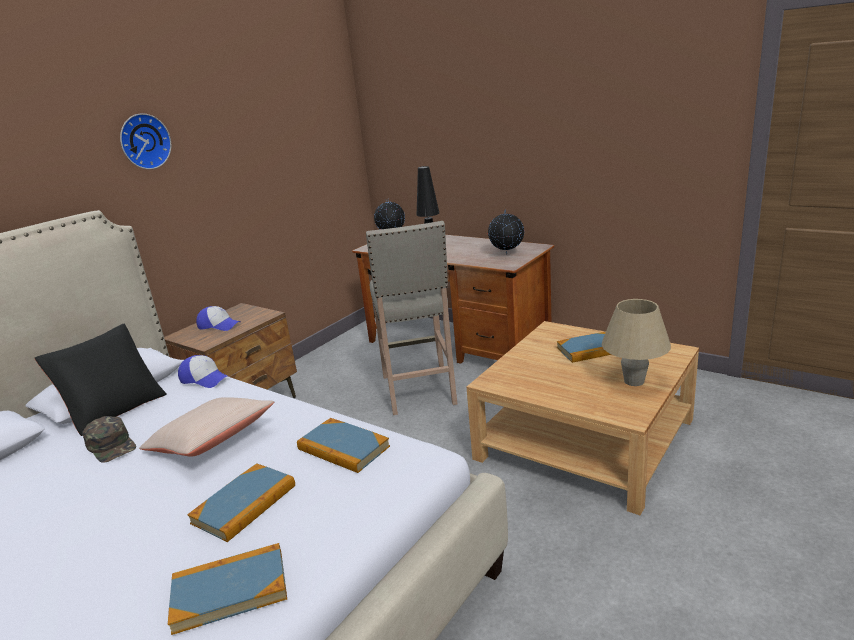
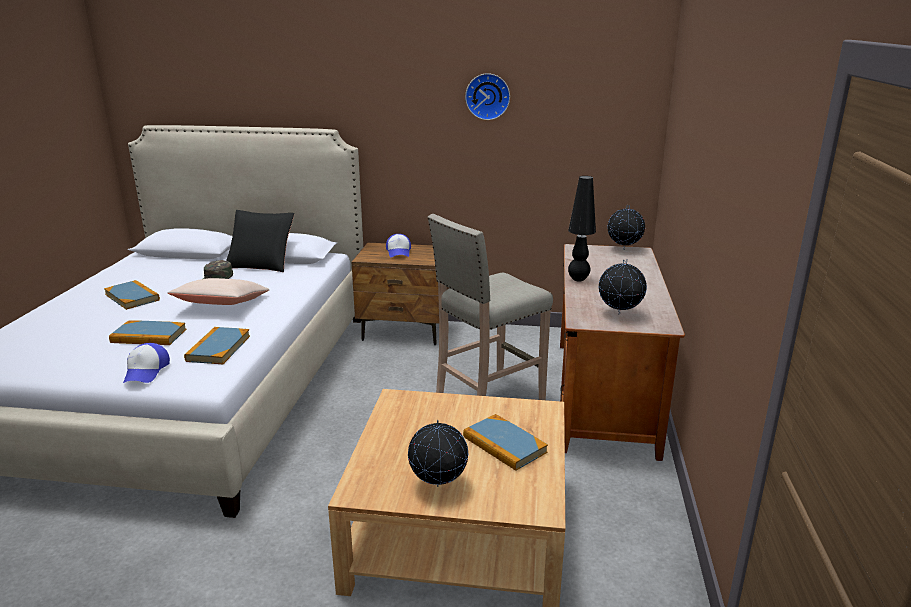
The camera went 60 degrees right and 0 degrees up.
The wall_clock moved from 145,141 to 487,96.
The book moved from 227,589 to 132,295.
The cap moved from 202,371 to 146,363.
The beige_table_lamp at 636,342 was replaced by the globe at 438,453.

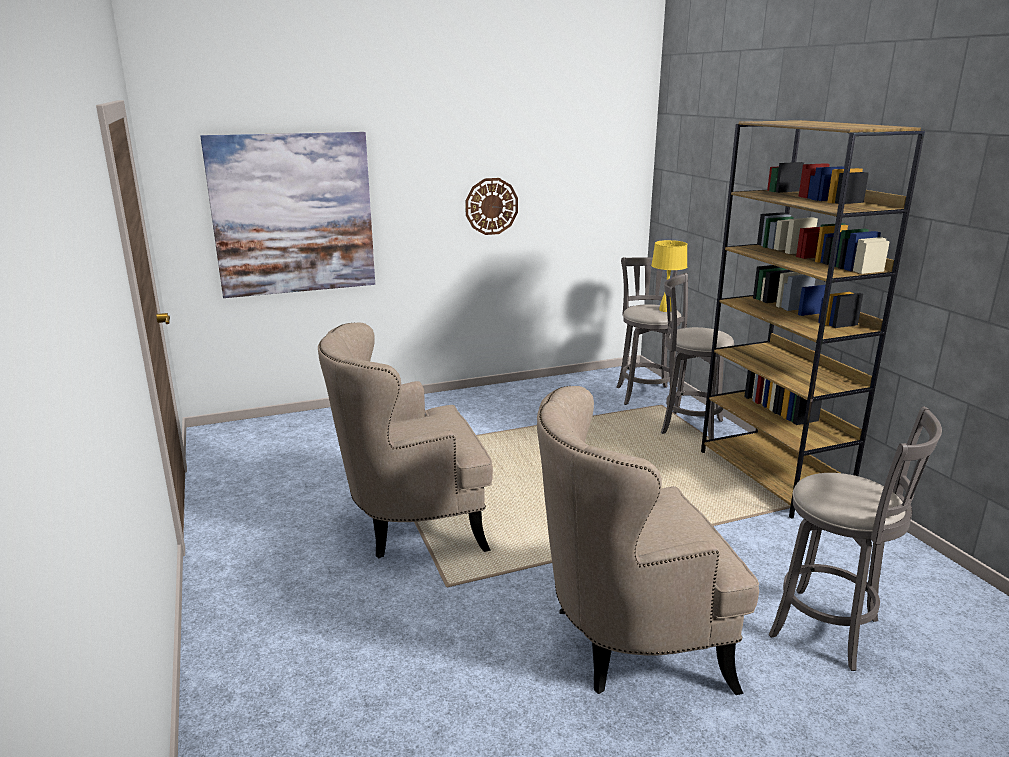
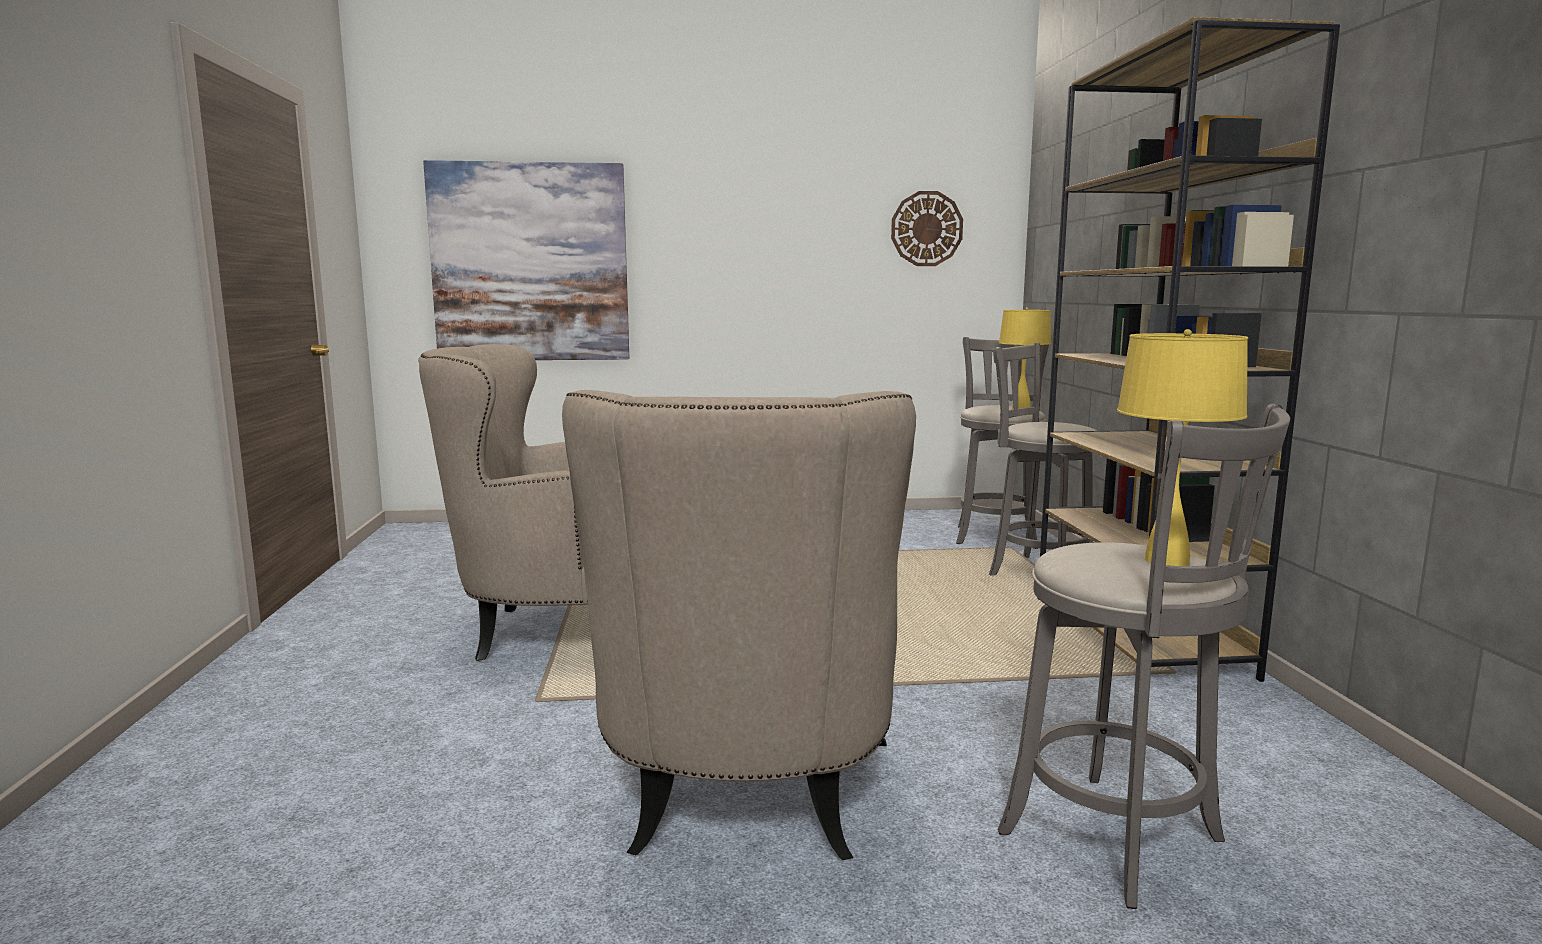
The camera went 15 degrees right and 10 degrees down.
The wall_clock moved from 491,206 to 927,228.
The beige_armchair at 648,540 turned 90 degrees counterclockwise.
The yellow_table_lamp at 1182,447 appeared.

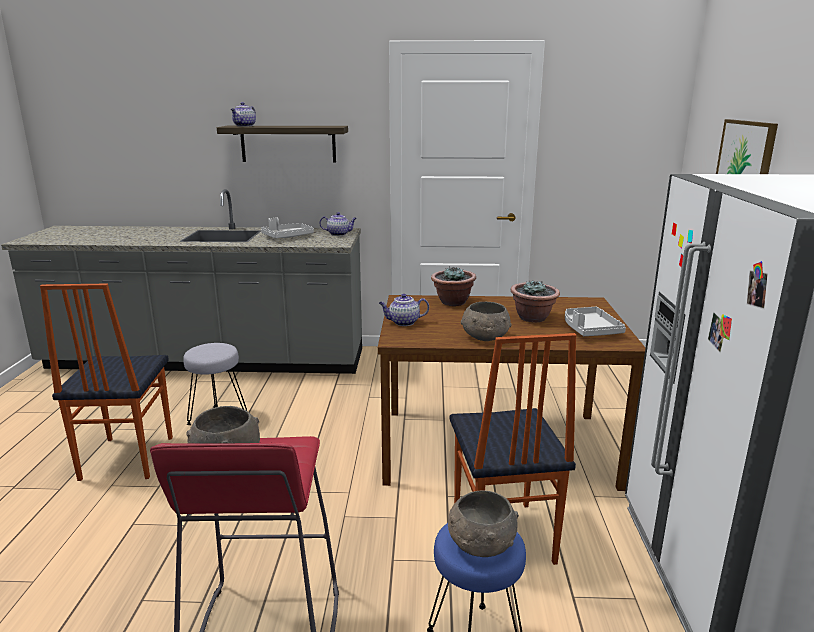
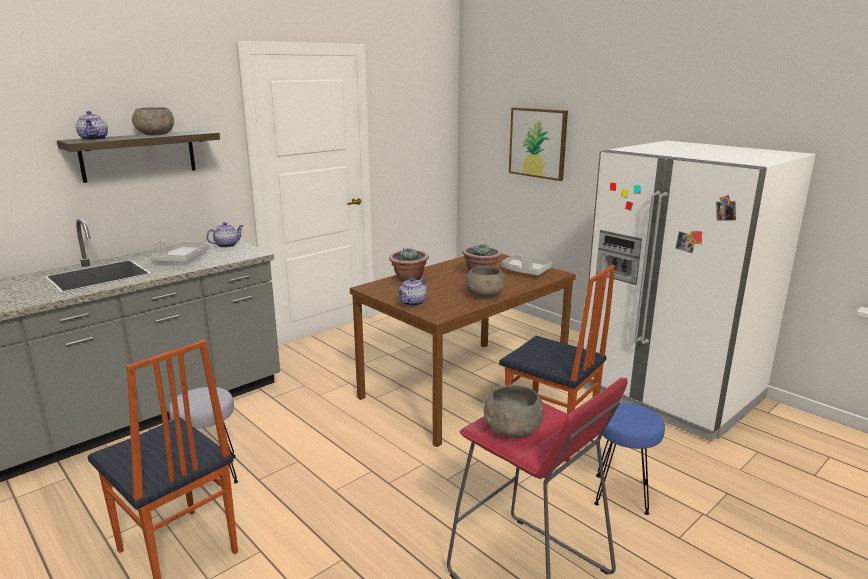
The camera went 45 degrees left and 0 degrees up.
The grey_bowl moved from 483,523 to 153,121.

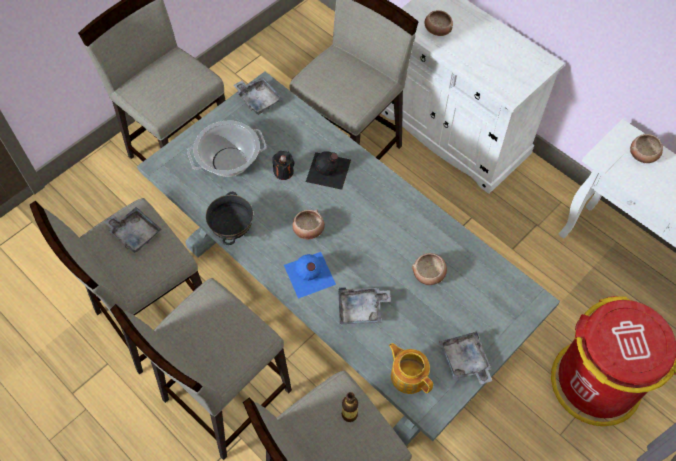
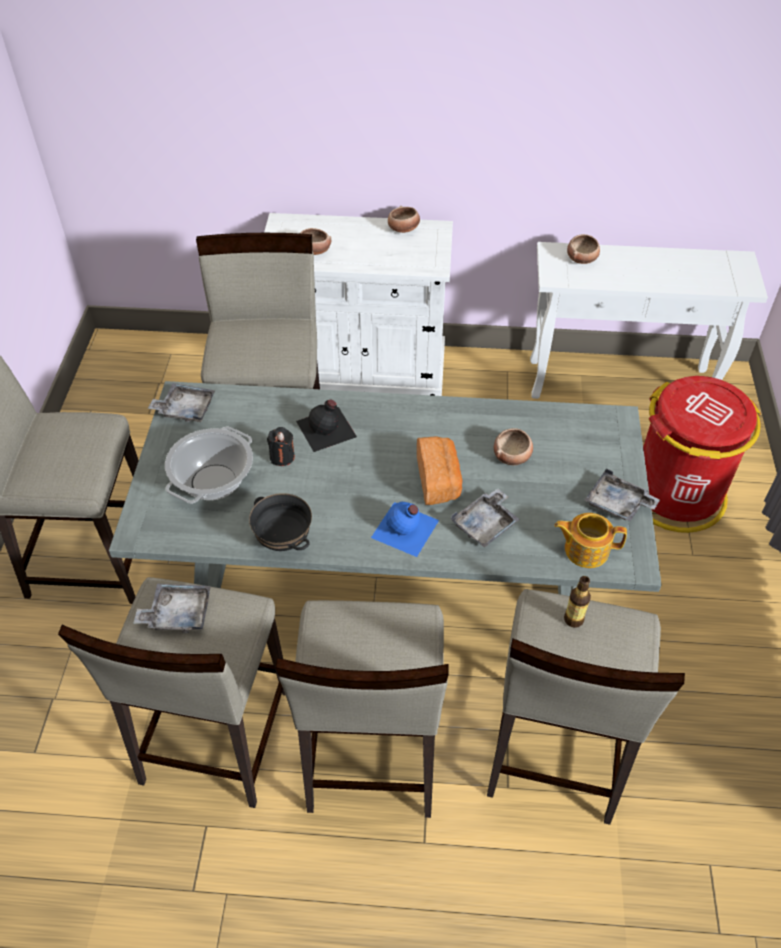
The camera went 40 degrees left and 10 degrees down.
The bowl moved from 309,224 to 404,219.
The bread at 439,470 appeared.

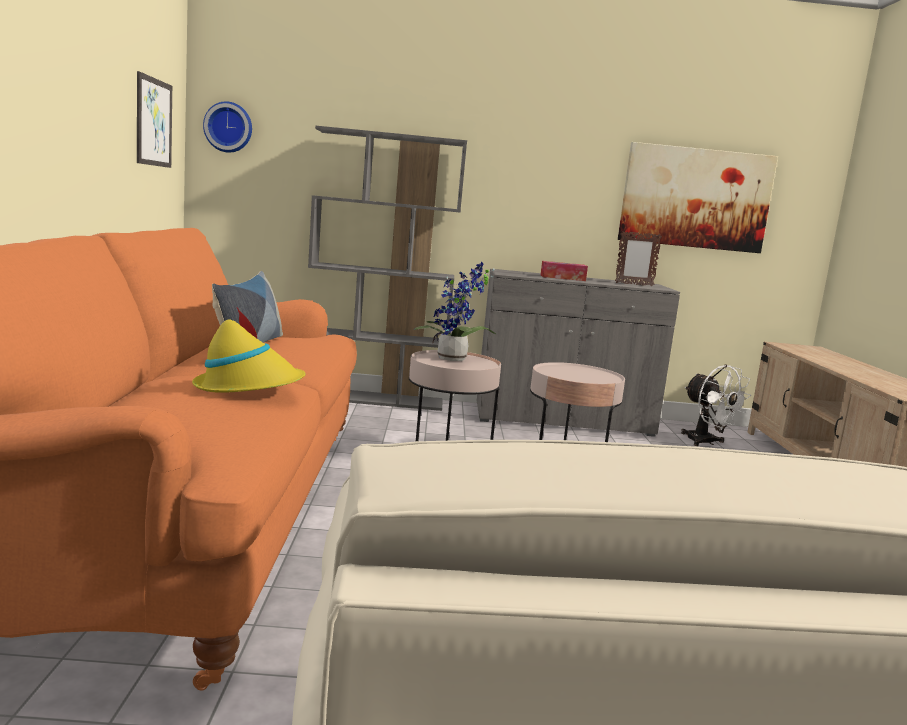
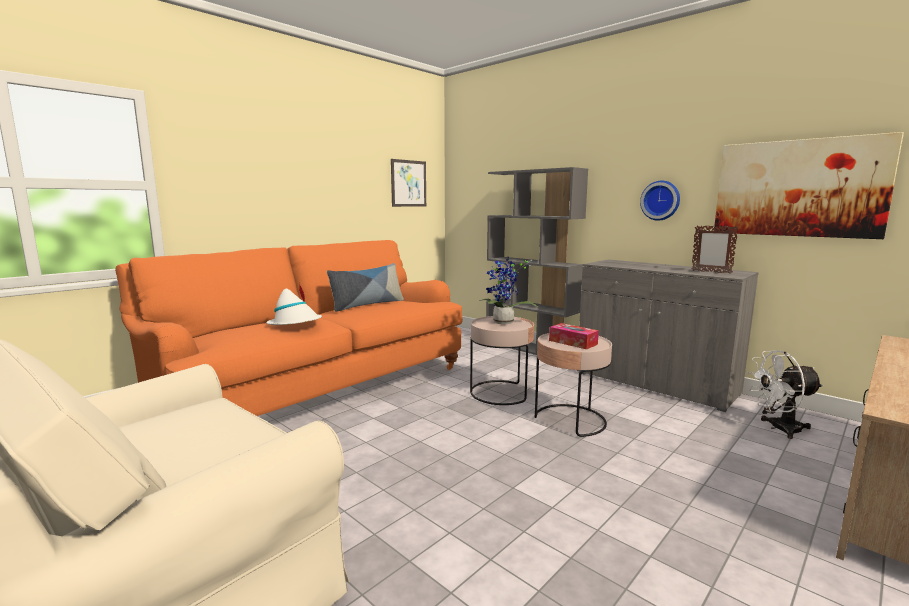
The camera went 45 degrees right and 0 degrees up.
The yellow_hat at 249,350 became the white_hat at 294,304.
The wall_clock moved from 227,127 to 660,201.
The tissue_box moved from 564,271 to 574,336.
The white_fan at 716,405 turned 75 degrees clockwise.

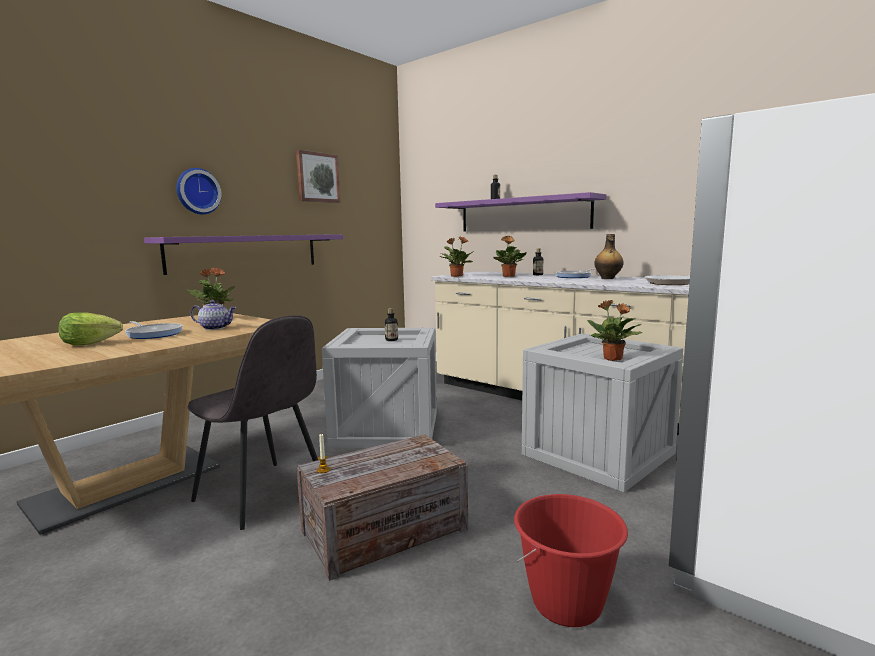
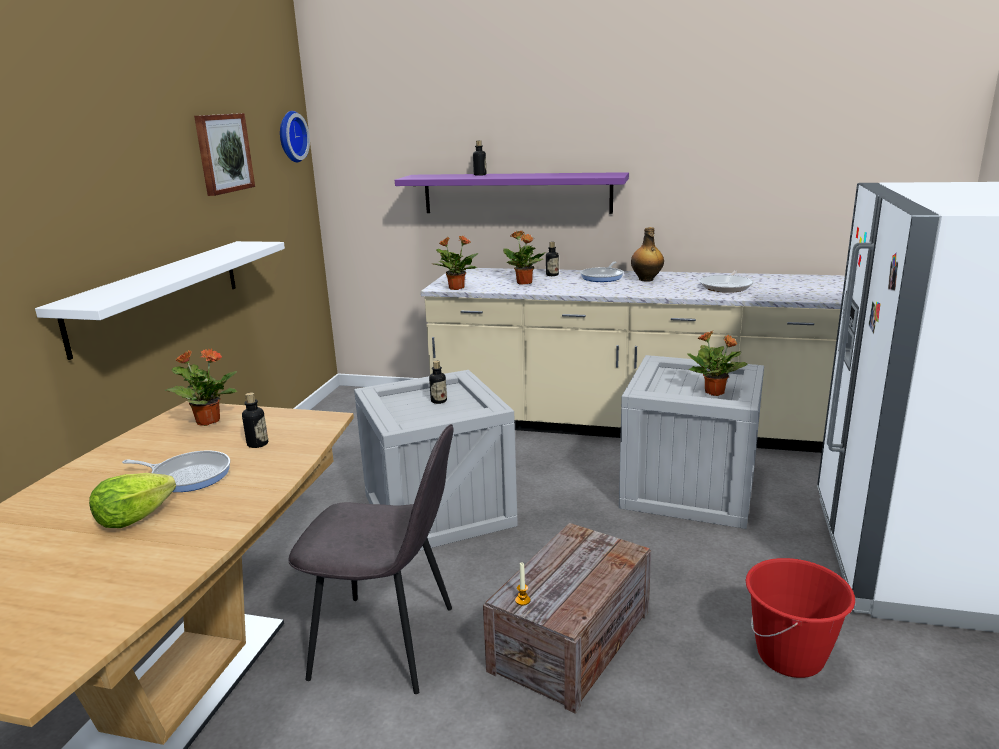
The camera went 25 degrees left and 10 degrees up.
The purple_shelf at 243,254 became the white_shelf at 160,300.
The wall_clock moved from 199,191 to 295,136.
The teapot at 213,315 was replaced by the bottle at 255,420.

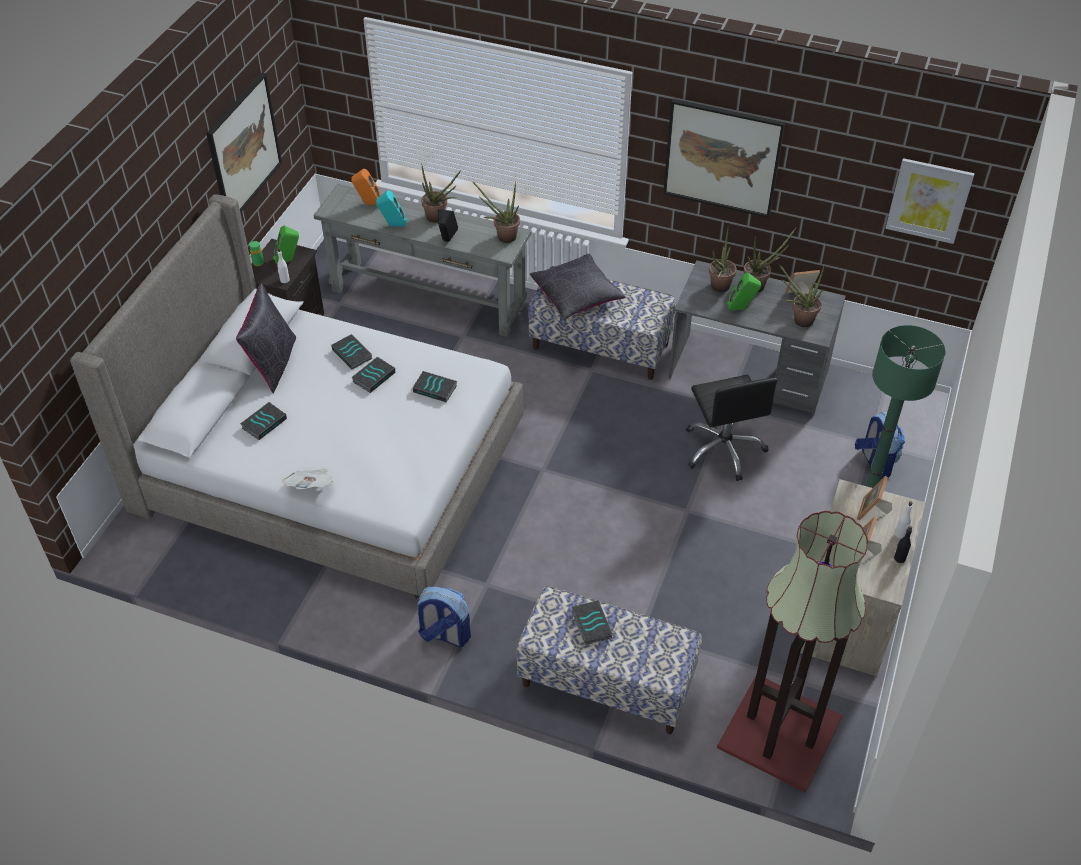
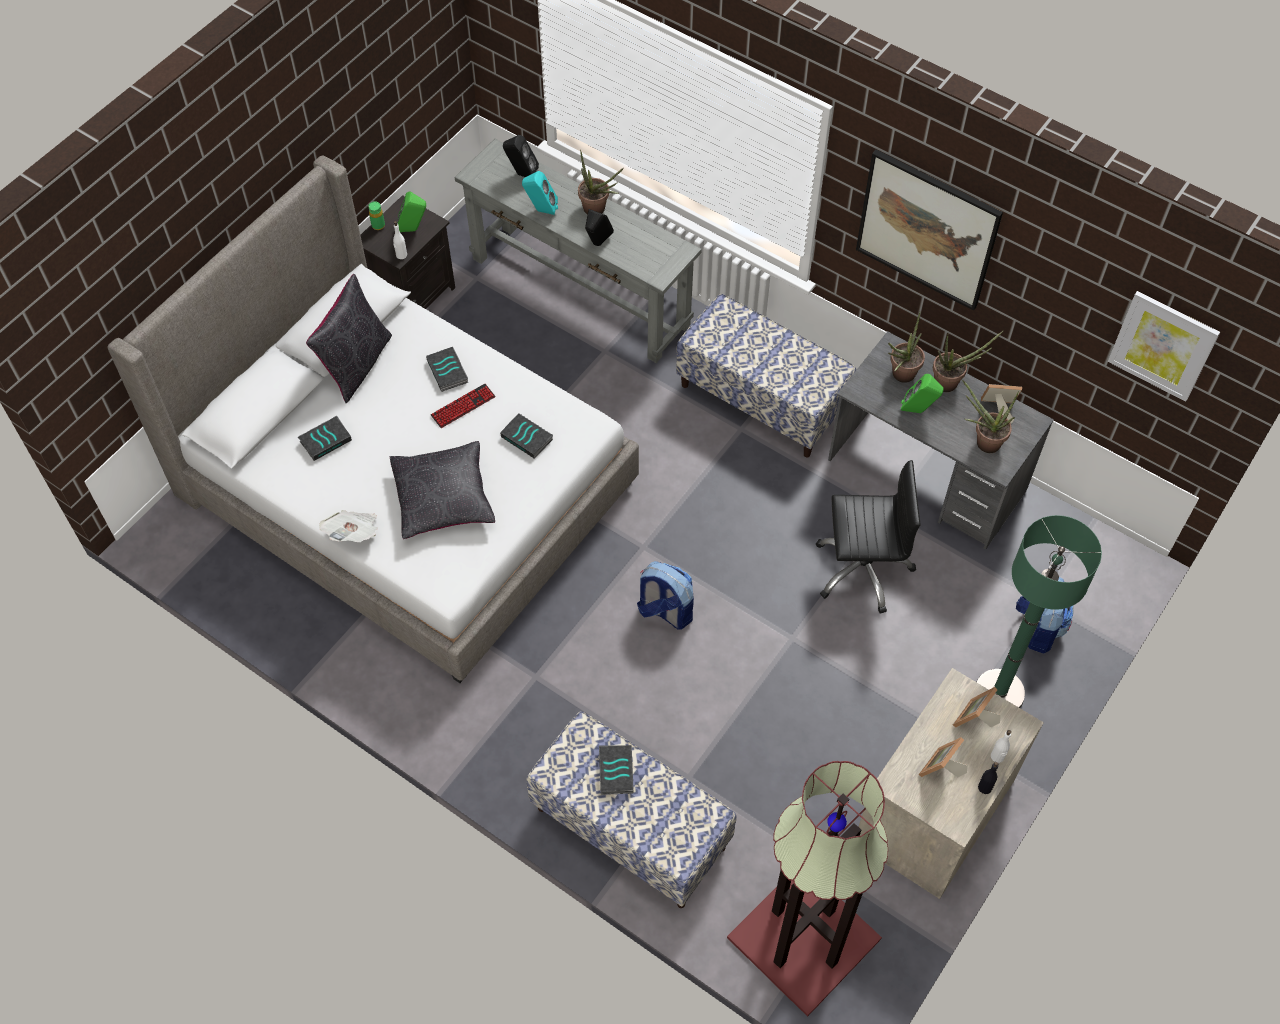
The camera went 15 degrees right and 10 degrees up.
The picture at 244,143 disappeared.
The orange_speaker at 366,187 became the black_speaker at 521,156.
The book at 373,375 was replaced by the keyboard at 463,406.
The backpack moved from 443,617 to 665,595.
The potted_plant at 496,212 disappeared.
The black_pillow moved from 577,286 to 442,490.
The black_office_chair at 732,428 turned 90 degrees counterclockwise.

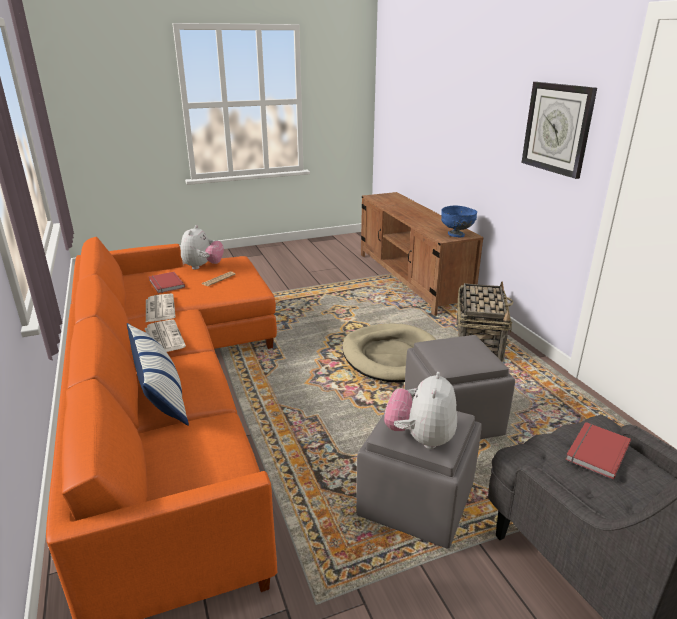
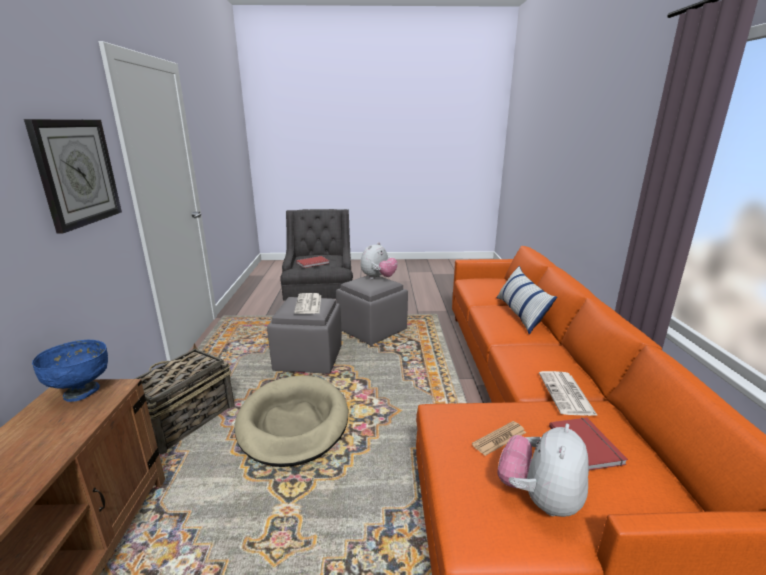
The camera went 160 degrees left and 5 degrees down.
The newspaper moved from 165,335 to 307,303.

